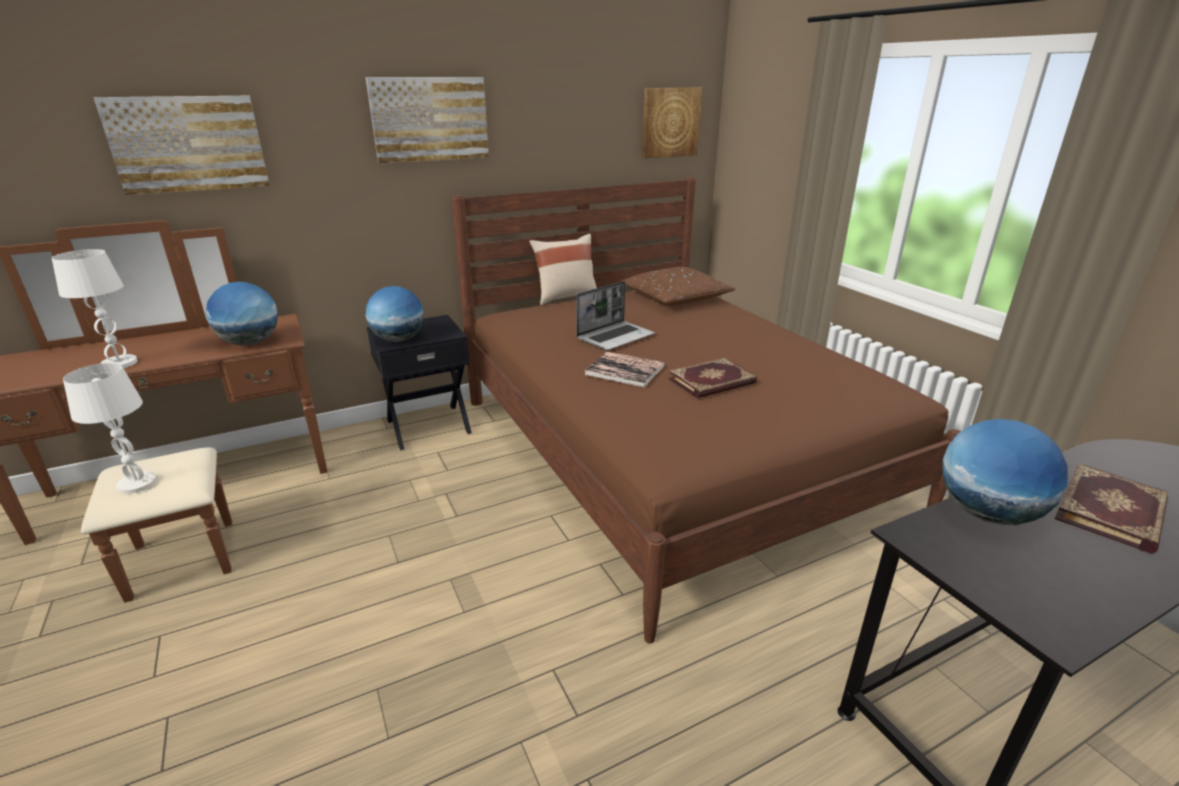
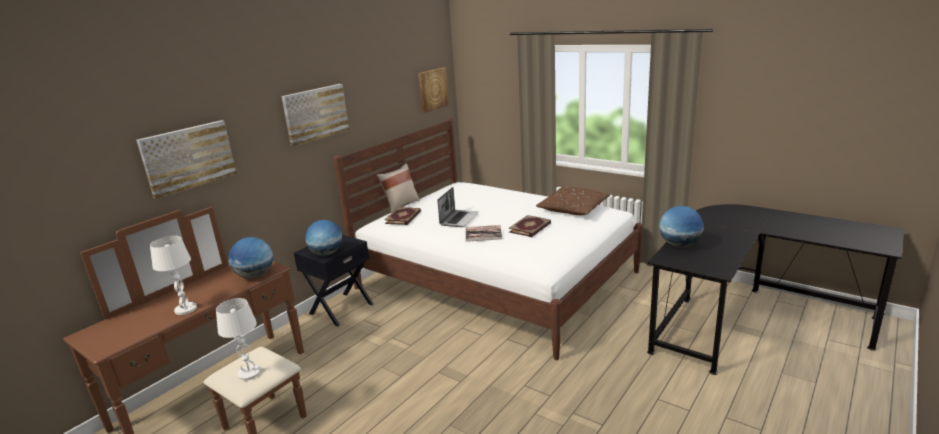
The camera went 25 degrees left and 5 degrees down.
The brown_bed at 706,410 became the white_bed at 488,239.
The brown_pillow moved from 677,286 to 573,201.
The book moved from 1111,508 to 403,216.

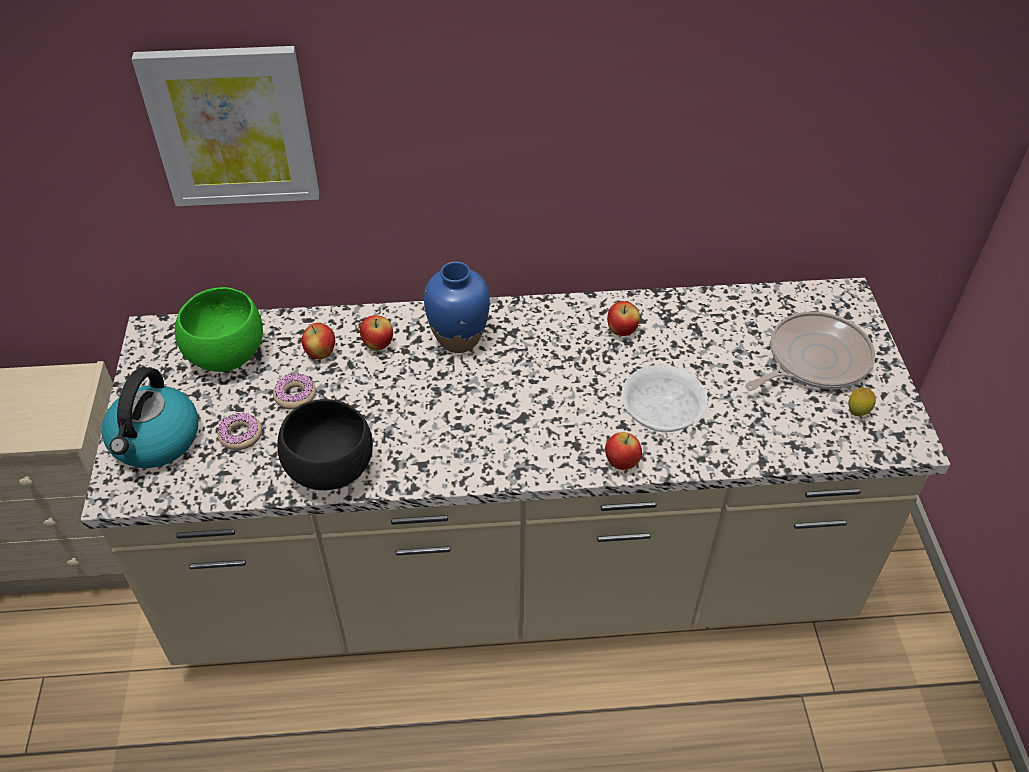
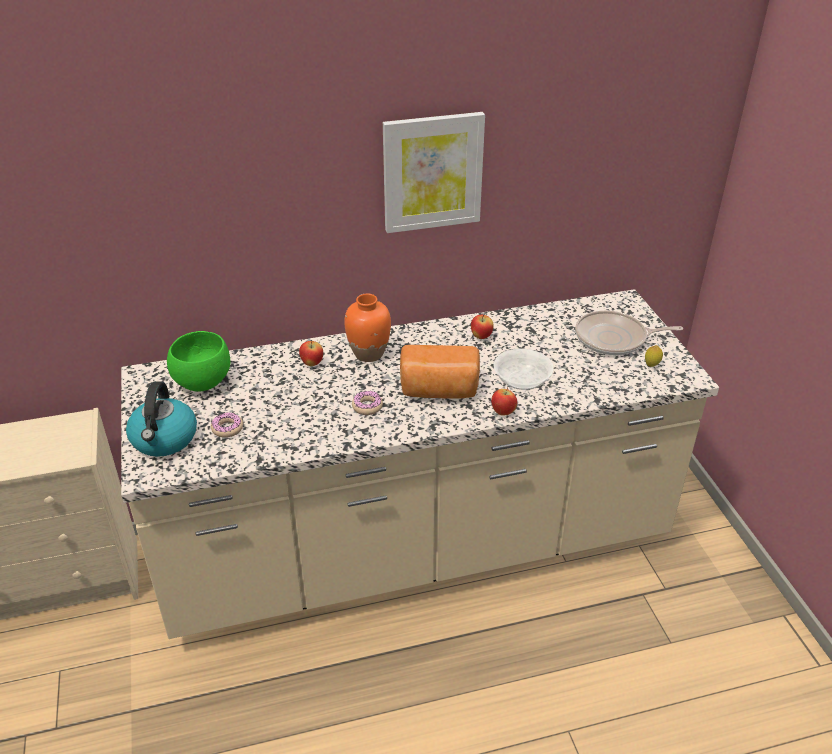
The camera went 10 degrees left and 10 degrees down.
The picture moved from 225,126 to 434,172.
The donut moved from 294,392 to 367,402.
The black_bowl at 325,444 disappeared.
The apple at 318,341 disappeared.
The blue_vase at 457,307 became the orange_vase at 367,328.
The frying_pan at 810,351 turned 135 degrees counterclockwise.
The bread at 440,372 appeared.

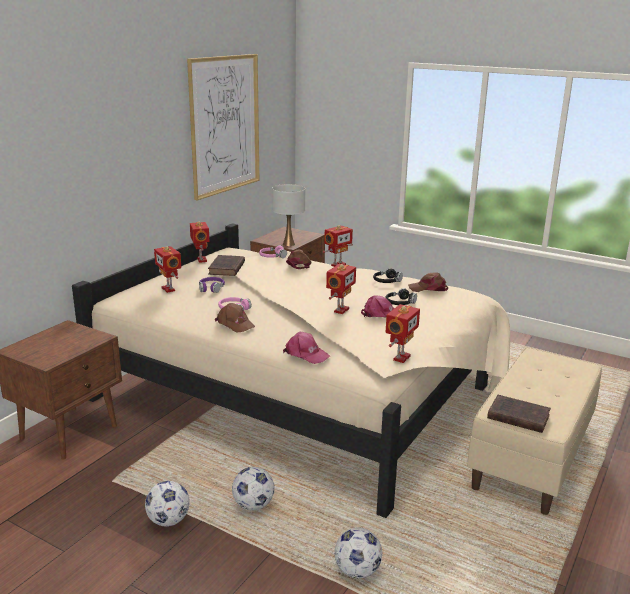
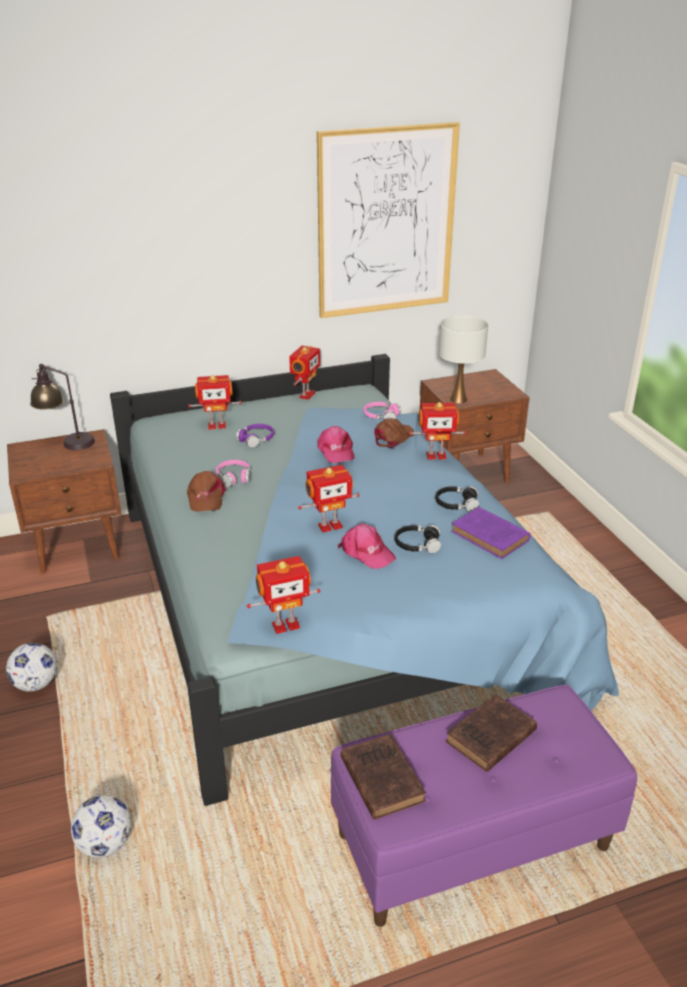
The camera went 40 degrees right and 10 degrees up.
The beige_bed at 291,370 became the blue_bed at 364,580.
The toy_robot at 167,269 turned 105 degrees counterclockwise.
The brown_book moved from 226,265 to 491,733.
The football at 253,488 disappeared.
The pink_cap moved from 306,348 to 335,444.
The brown_cap at 428,282 was replaced by the purple_book at 490,533.
The beige_bench at 534,431 became the purple_bench at 483,806.
The table_lamp at 62,407 appeared.

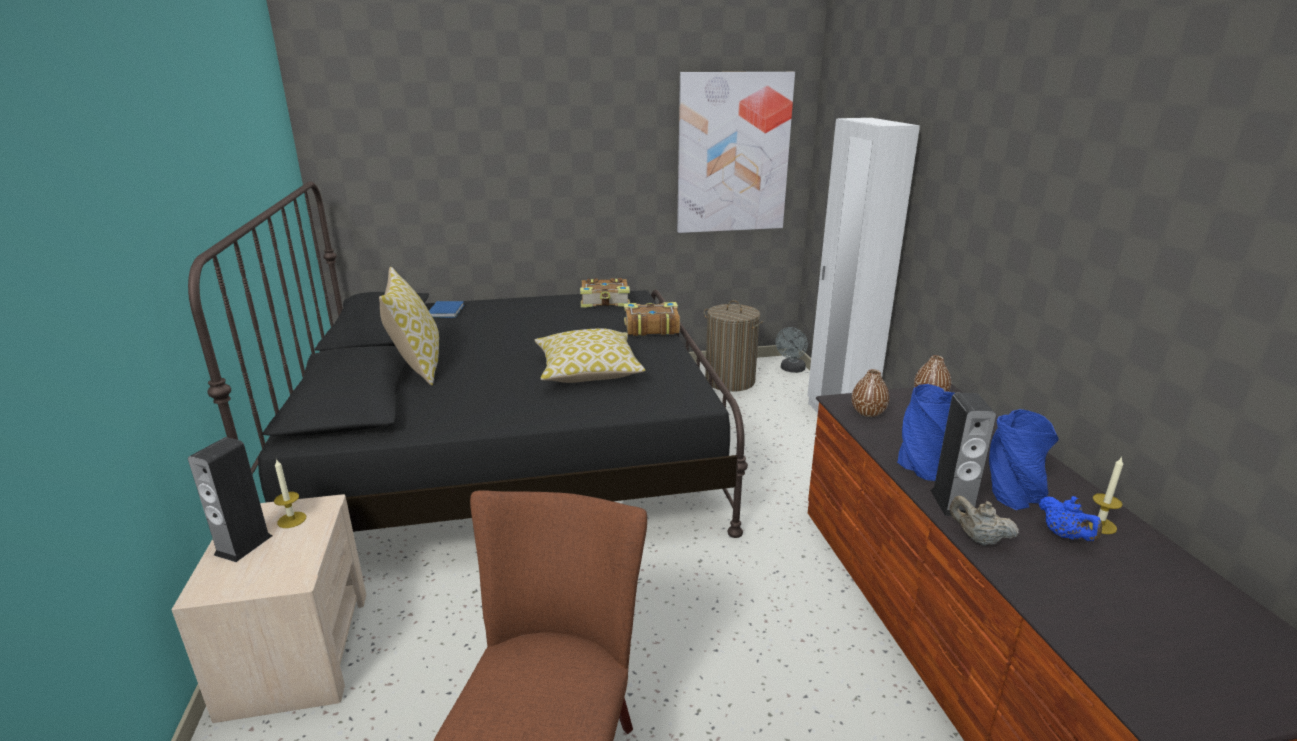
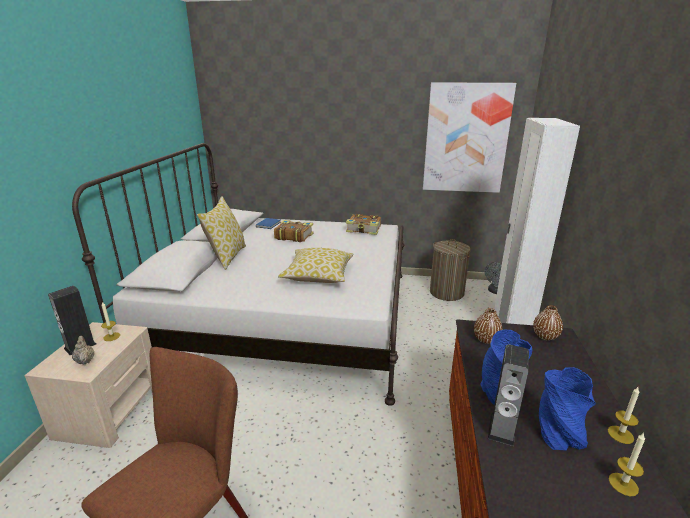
The camera went 20 degrees right and 0 degrees up.
The black_bed at 468,359 became the white_bed at 238,274.
The book moved from 652,319 to 294,231.
The beige_teapot moved from 984,521 to 83,350.
The blue_teapot at 1070,518 disappeared.
The candle at 623,415 appeared.

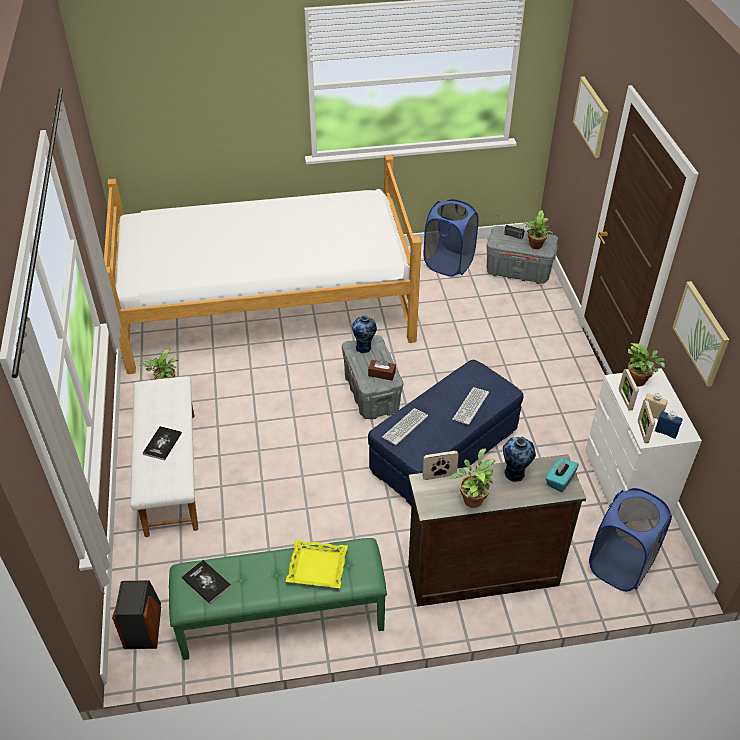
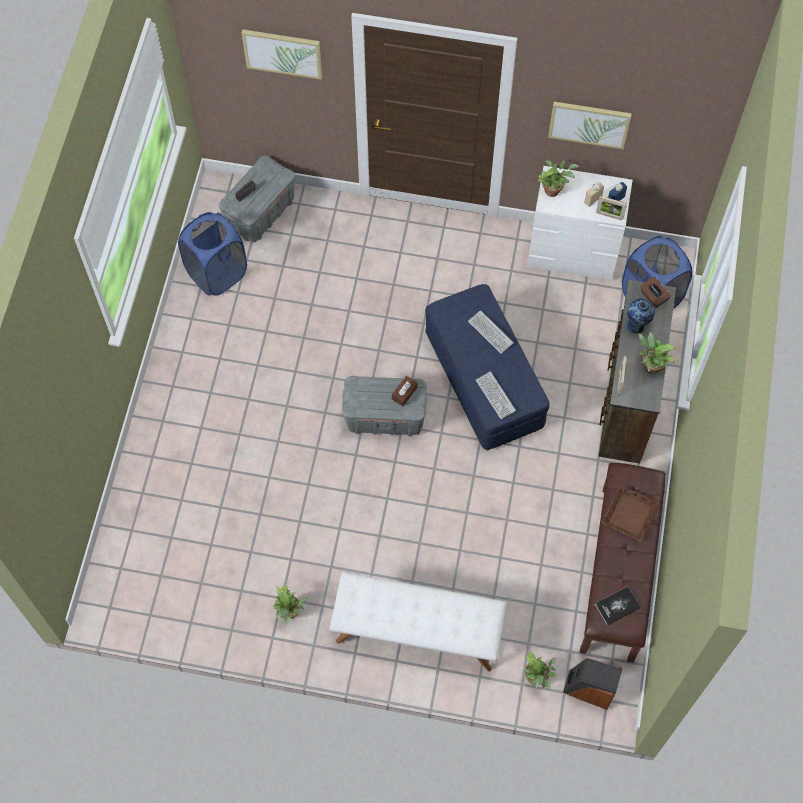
The camera went 70 degrees left and 20 degrees up.
The bed at 263,264 disappeared.
The book at 162,443 disappeared.
The green_bench at 278,599 became the brown_bench at 623,562.
The yellow_tray at 317,564 became the brown_tray at 630,513.
The vase at 364,334 disappeared.
The potted_plant moved from 539,229 to 540,671.
The turquoise_tissue_box at 562,475 became the brown_tissue_box at 655,292.
The picture_frame at 628,389 disappeared.

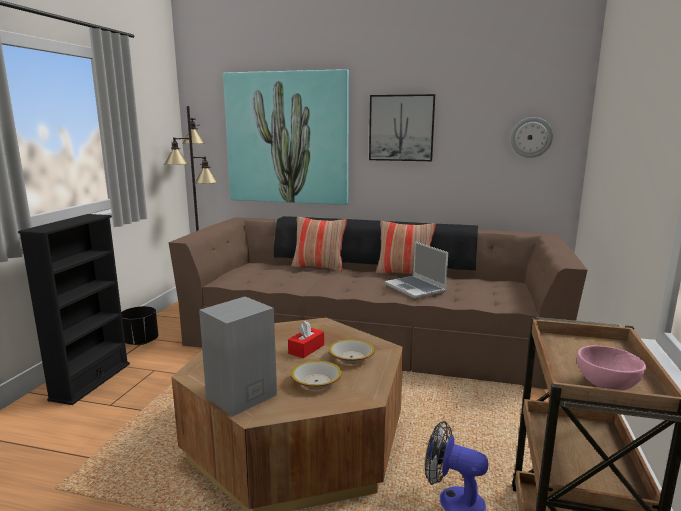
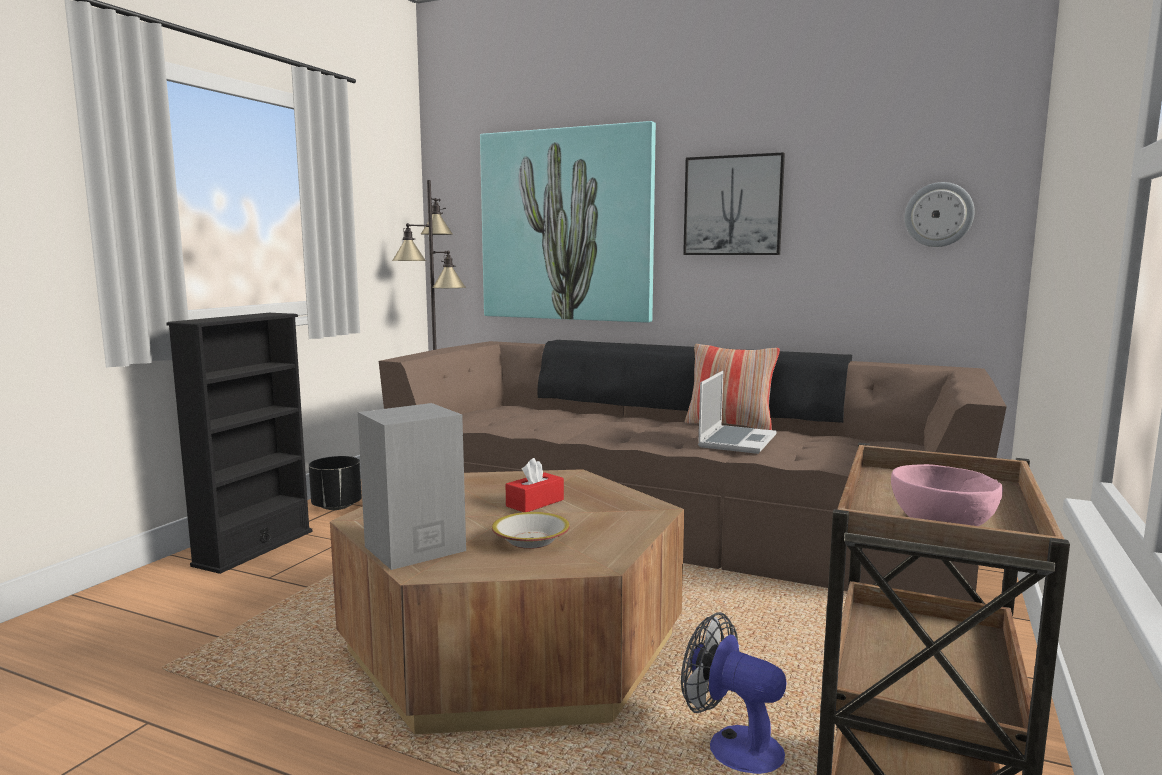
The camera went 10 degrees right and 5 degrees down.
The pillow at 319,244 disappeared.
The bowl at 352,351 disappeared.
The laptop at 416,270 turned 135 degrees counterclockwise.

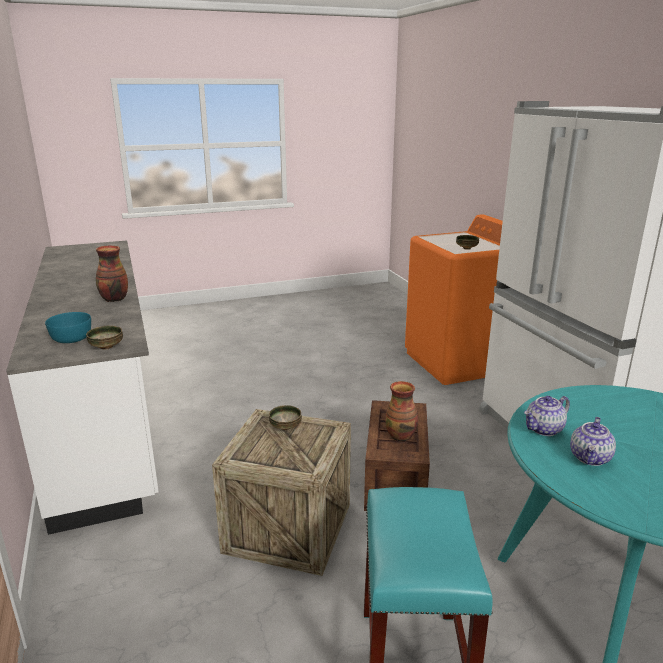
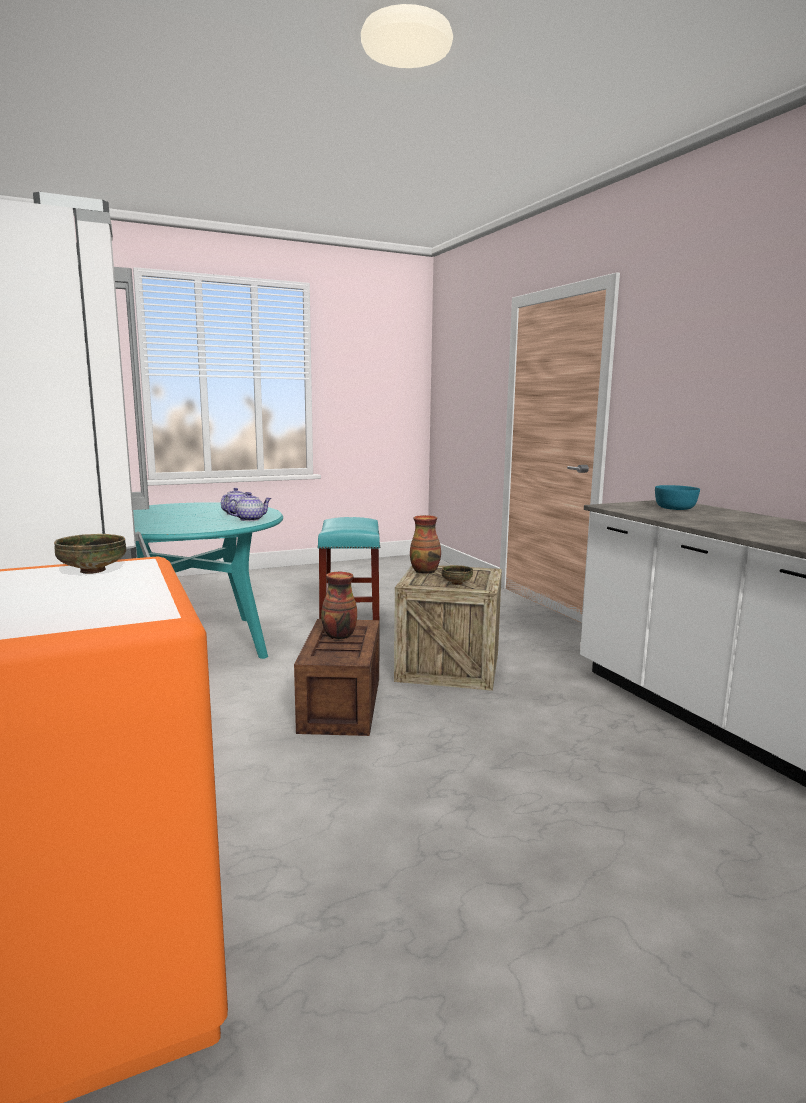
The camera went 175 degrees right and 10 degrees down.
The bowl at 104,337 disappeared.
The vase moved from 112,274 to 425,544.

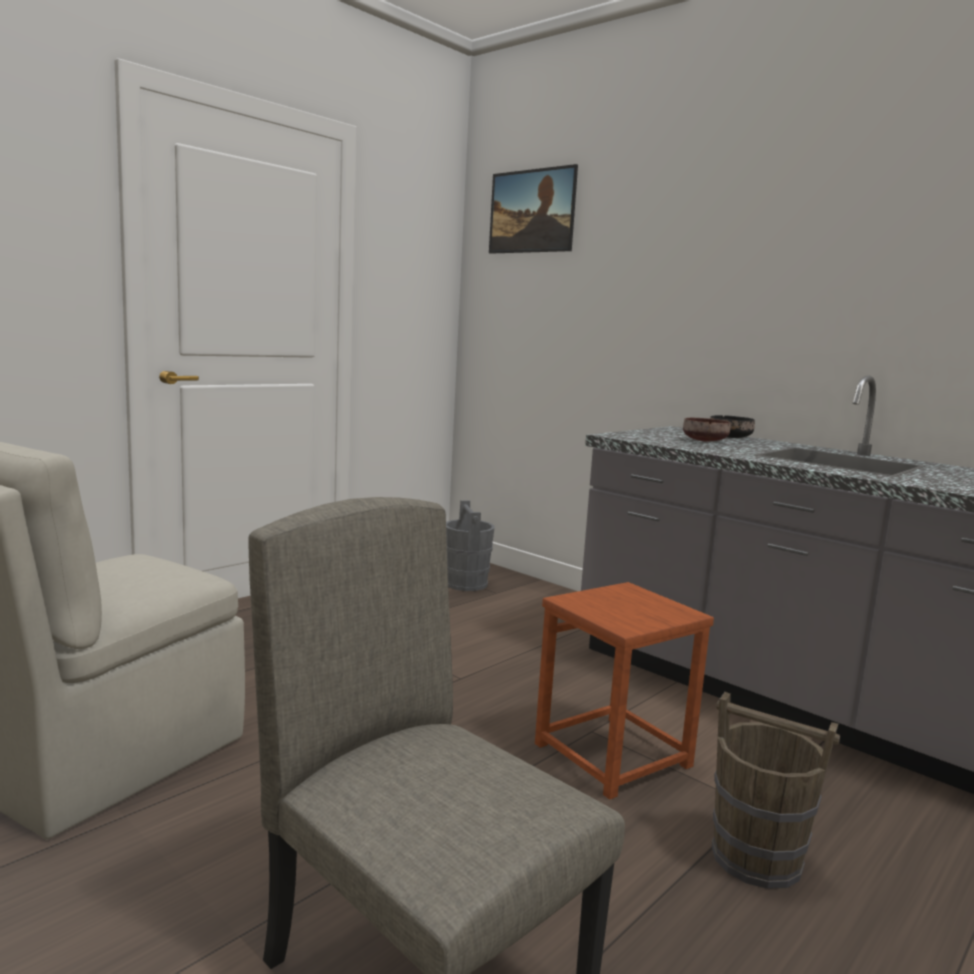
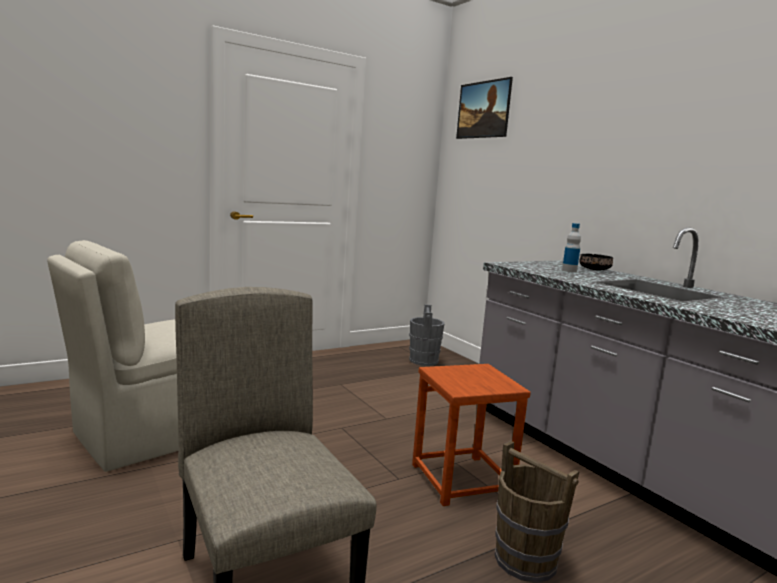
The camera went 15 degrees right and 0 degrees up.
The brown_bowl at 707,430 was replaced by the bottle at 571,247.

